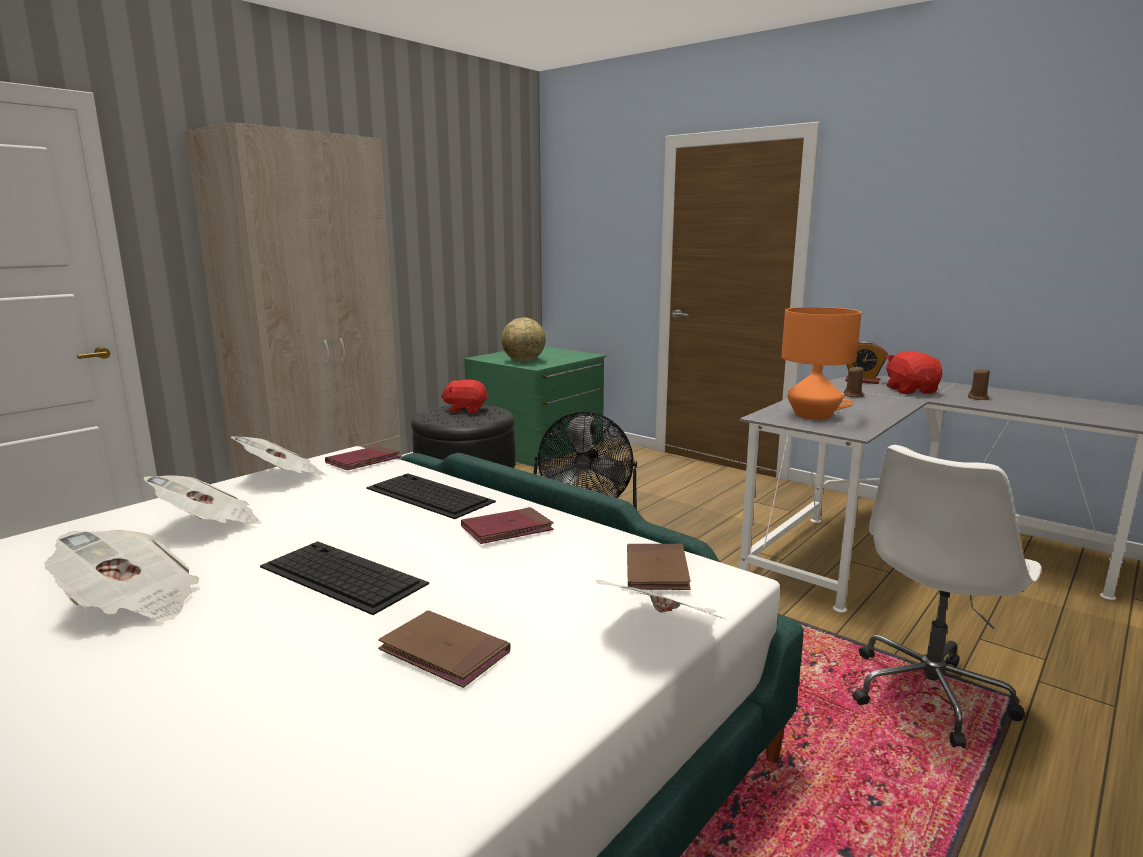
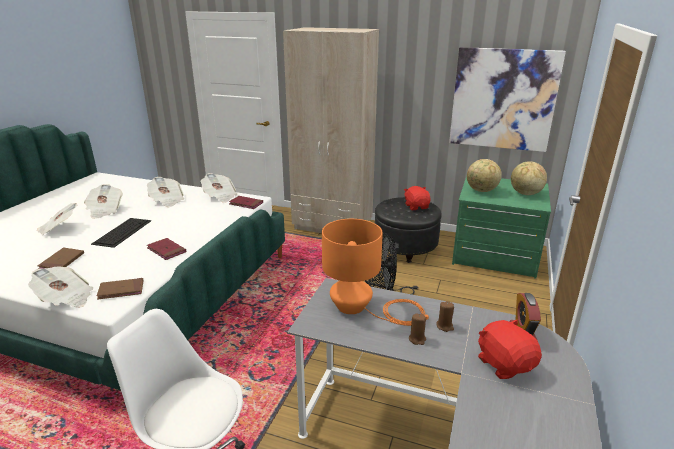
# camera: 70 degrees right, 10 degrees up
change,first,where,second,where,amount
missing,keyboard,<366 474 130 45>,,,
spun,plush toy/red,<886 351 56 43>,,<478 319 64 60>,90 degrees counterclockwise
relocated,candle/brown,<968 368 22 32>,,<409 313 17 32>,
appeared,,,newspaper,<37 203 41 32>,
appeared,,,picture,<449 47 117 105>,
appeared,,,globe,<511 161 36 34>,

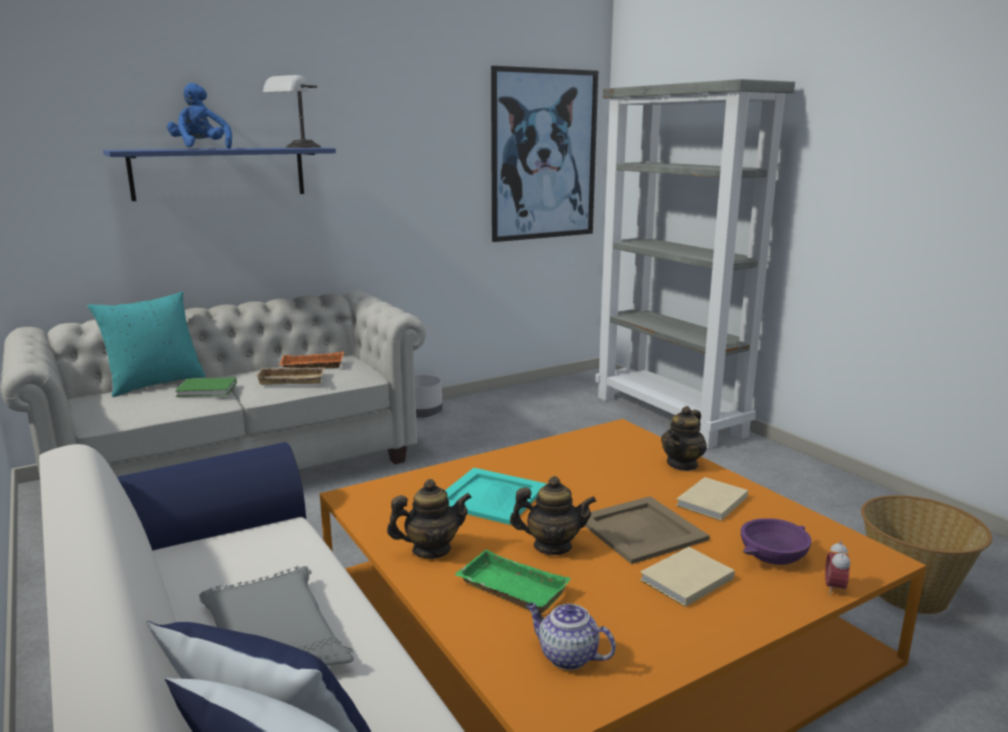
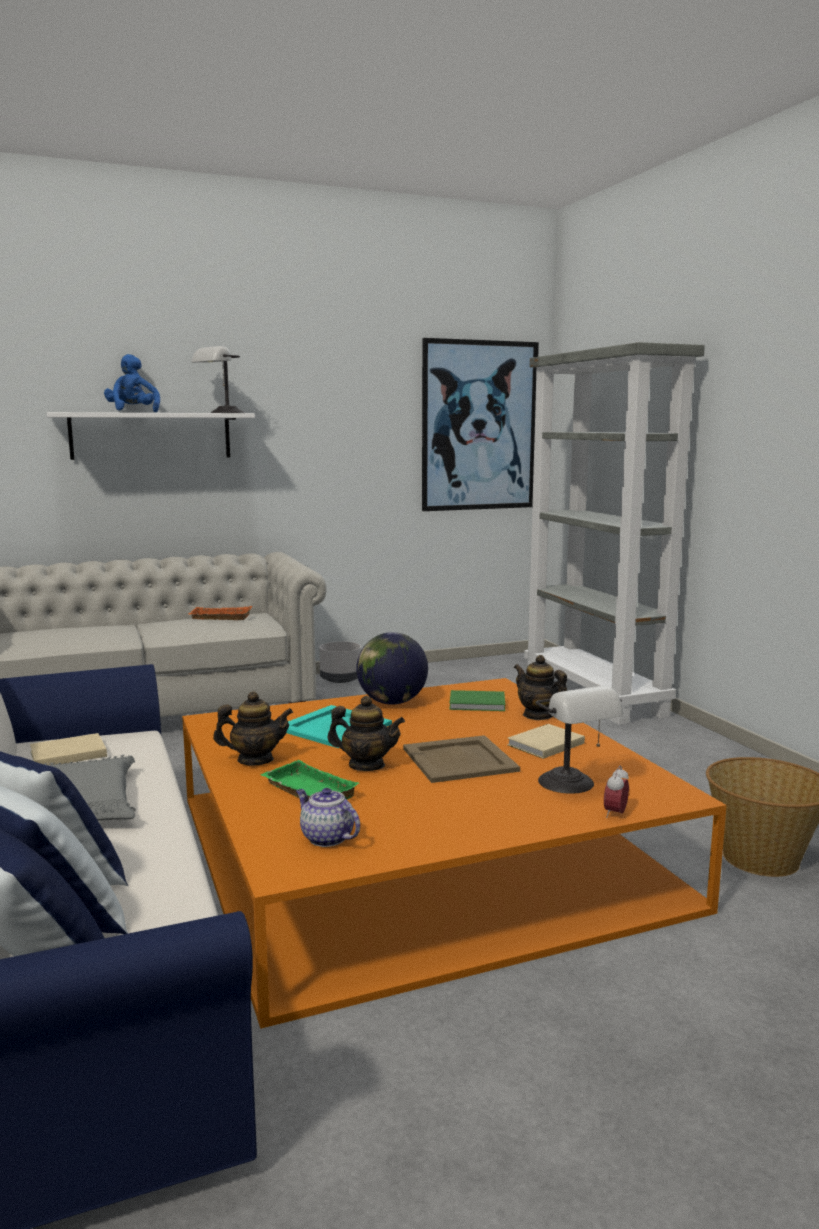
# camera: 10 degrees right, 5 degrees down
change,first,where,second,where,amount
missing,pillow/turquoise,<87 291 119 106>,,,
colour,shelf/blue,<103 147 233 54>,shelf/white,<47 412 208 48>,
relocated,book/green,<175 377 62 20>,,<449 690 56 21>,
missing,tray/beige,<255 367 71 18>,,,
relocated,book/beige,<640 547 95 60>,,<30 733 77 32>,
spun,teapot,<661 406 46 65>,,<514 655 53 65>,90 degrees clockwise
exchanged,bowl/purple,<741 518 70 47>,table lamp,<535 686 88 108>,
appeared,,,globe,<356 632 72 73>,

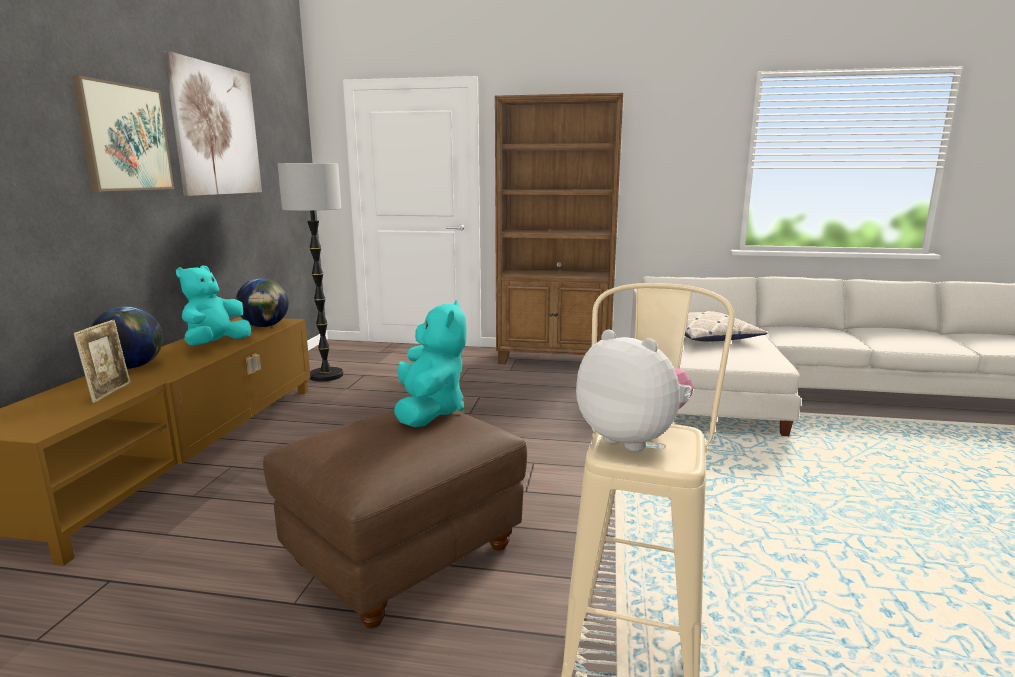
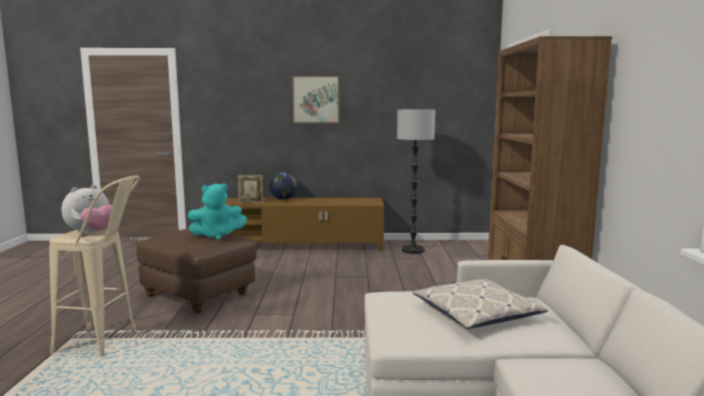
# camera: 80 degrees right, 5 degrees down
change,first,where,second,where,amount
missing,picture,<164 51 98 145>,,,
missing,plush toy/turquoise,<176 265 75 81>,,,
missing,globe,<236 278 53 49>,,,

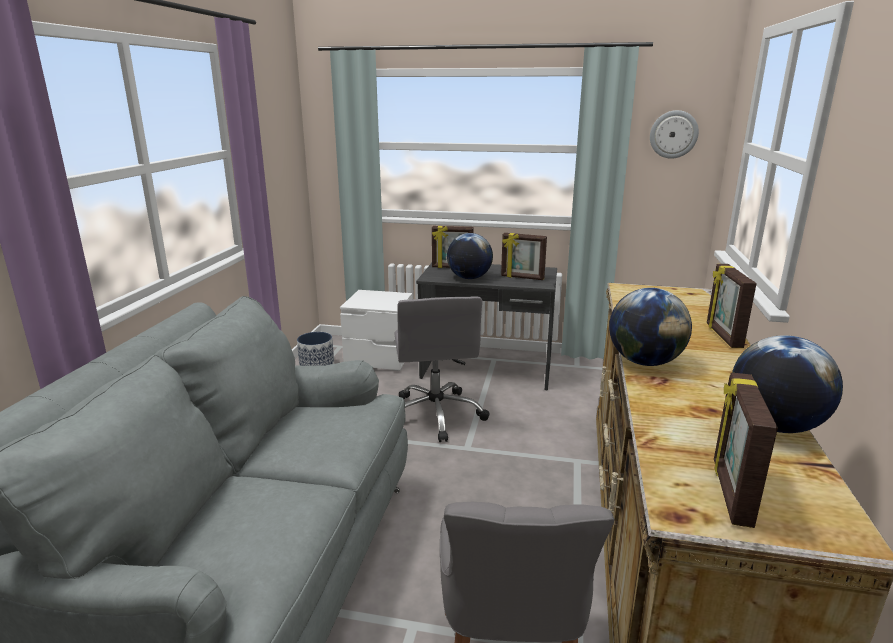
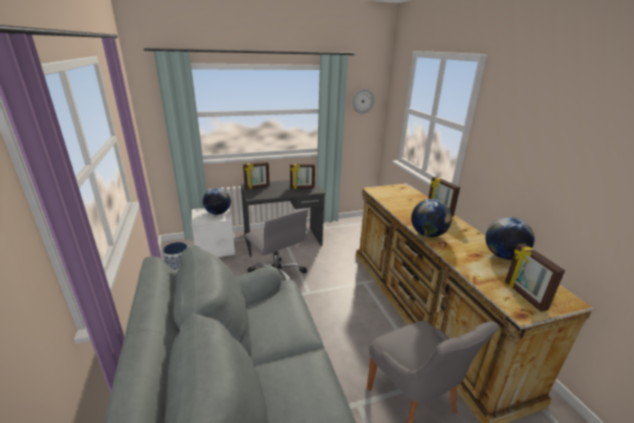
# camera: 30 degrees left, 5 degrees up
change,first,where,second,where,amount
relocated,globe,<447 233 46 46>,,<203 188 28 27>,

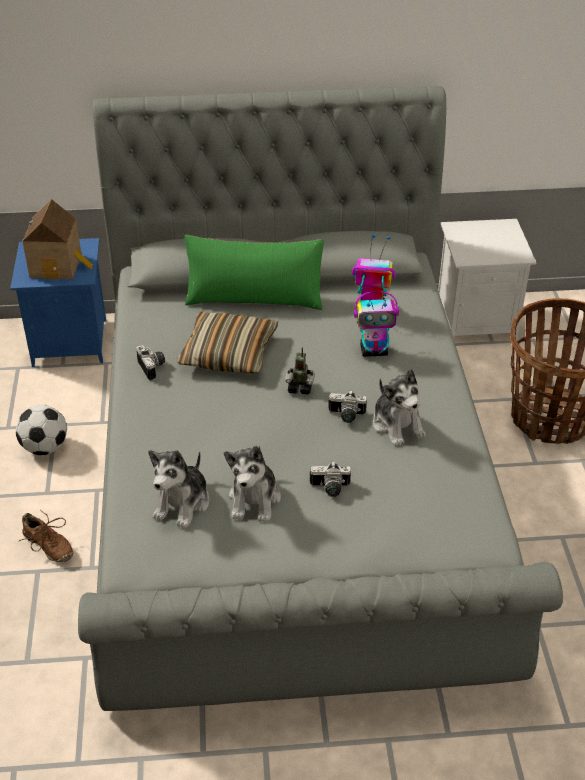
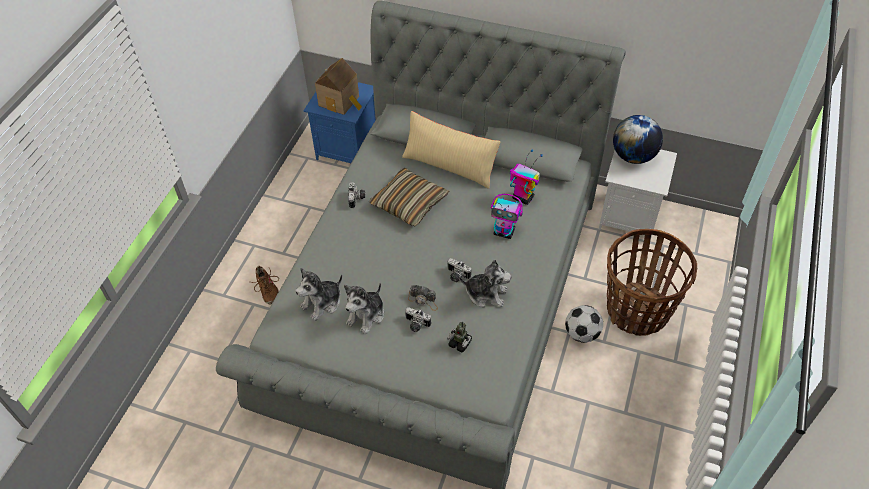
# camera: 25 degrees right, 10 degrees up
change,first,where,second,where,amount
relocated,football,<16 405 51 50>,,<565 305 38 38>,
colour,pillow/green,<185 235 139 75>,pillow/beige,<402 111 99 78>,
relocated,toy robot,<285 347 30 47>,,<447 321 25 32>,
spun,plush toy,<373 369 53 77>,,<459 260 52 48>,75 degrees counterclockwise
appeared,,,photo camera,<408 285 30 26>,
appeared,,,globe,<613 115 50 49>,

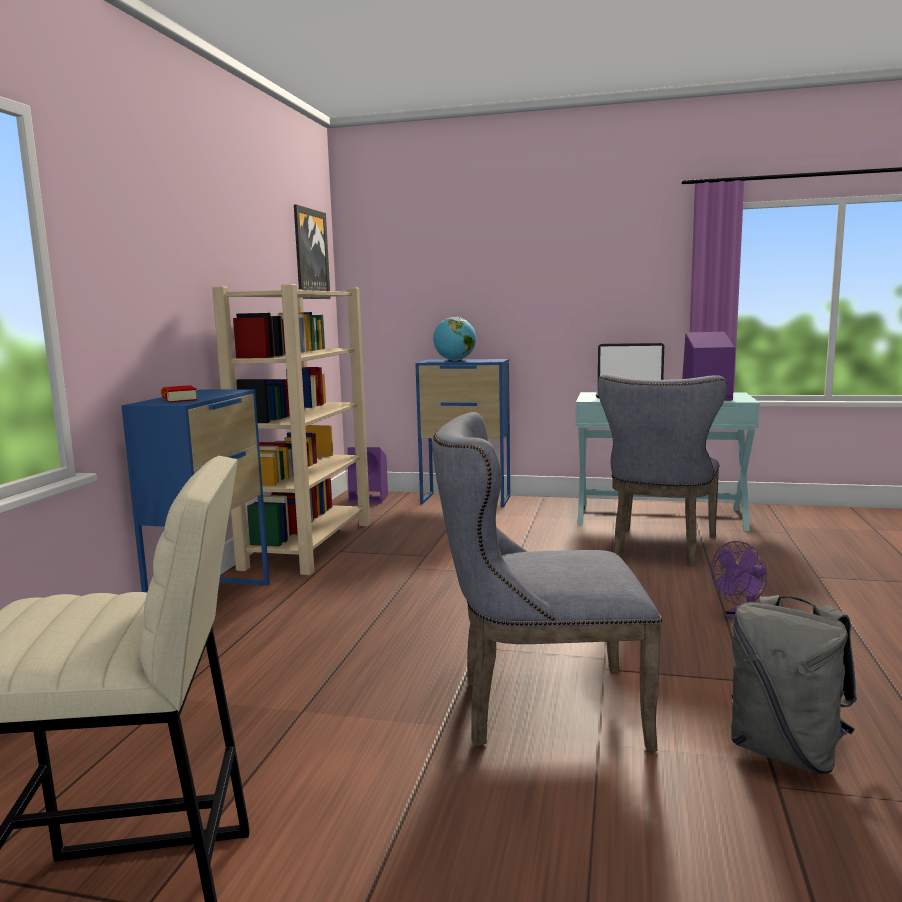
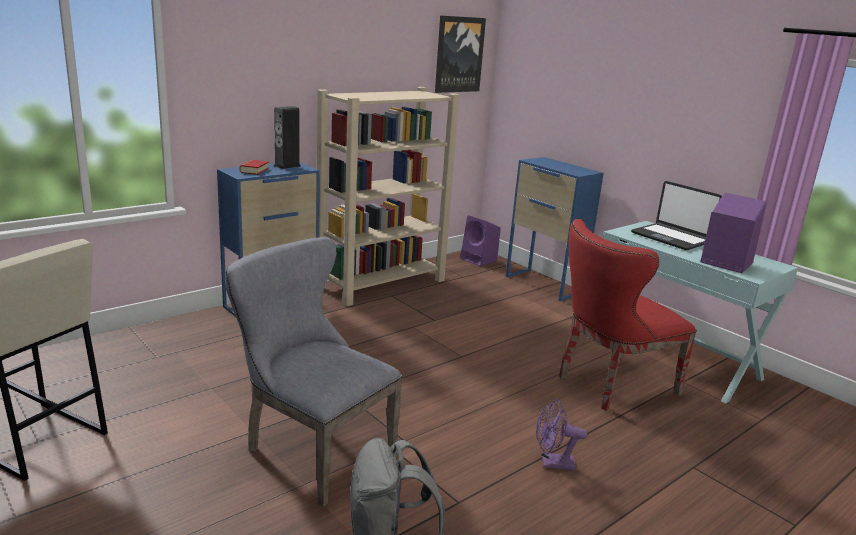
# camera: 35 degrees right, 10 degrees up
change,first,where,second,where,amount
missing,globe,<433 317 43 44>,,,
colour,chair/grey,<597 374 130 193>,chair/red,<560 219 137 192>,
appeared,,,speaker,<274 106 27 63>,

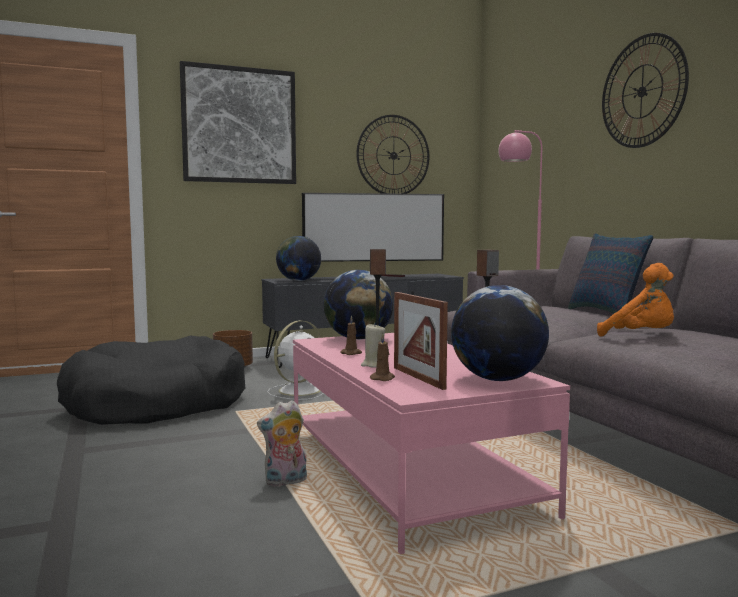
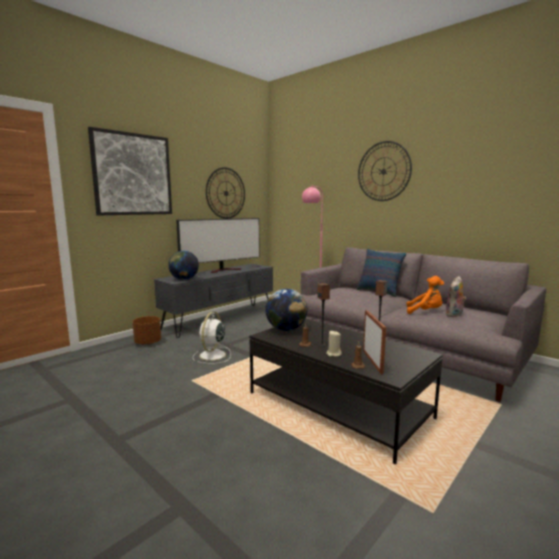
# camera: 25 degrees left, 5 degrees up
change,first,where,second,where,amount
missing,dog bed/black,<57 335 188 90>,,,
relocated,plush toy,<257 400 50 87>,,<445 276 21 41>,
colour,coffee table/pink,<293 333 277 221>,coffee table/black,<249 319 194 145>,
spun,picture frame,<394 292 54 98>,,<363 310 23 64>,135 degrees counterclockwise
missing,globe,<451 285 98 96>,,,

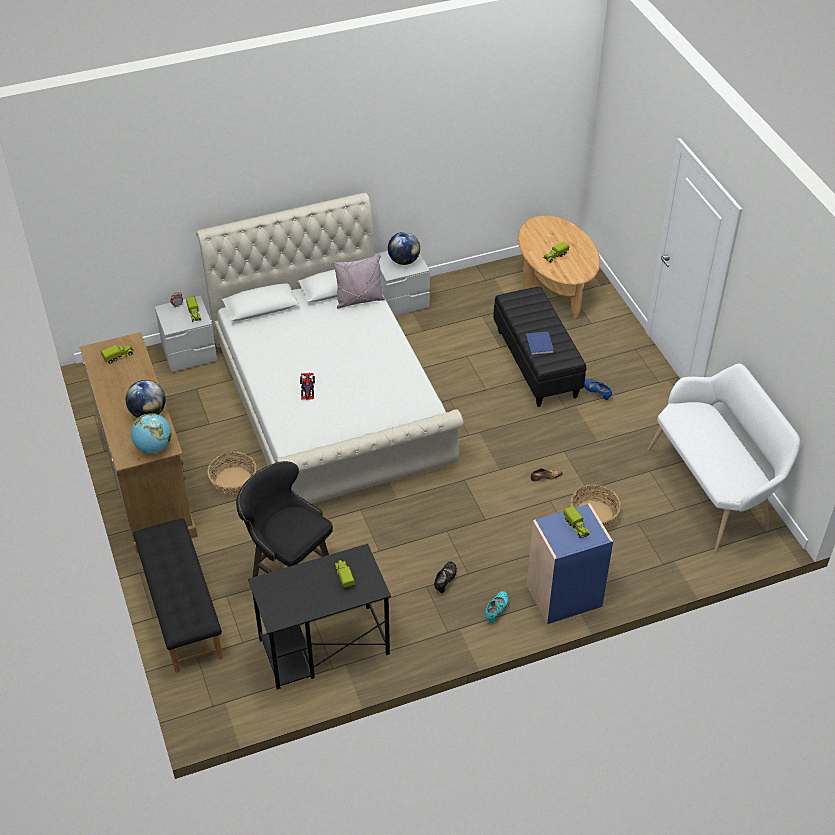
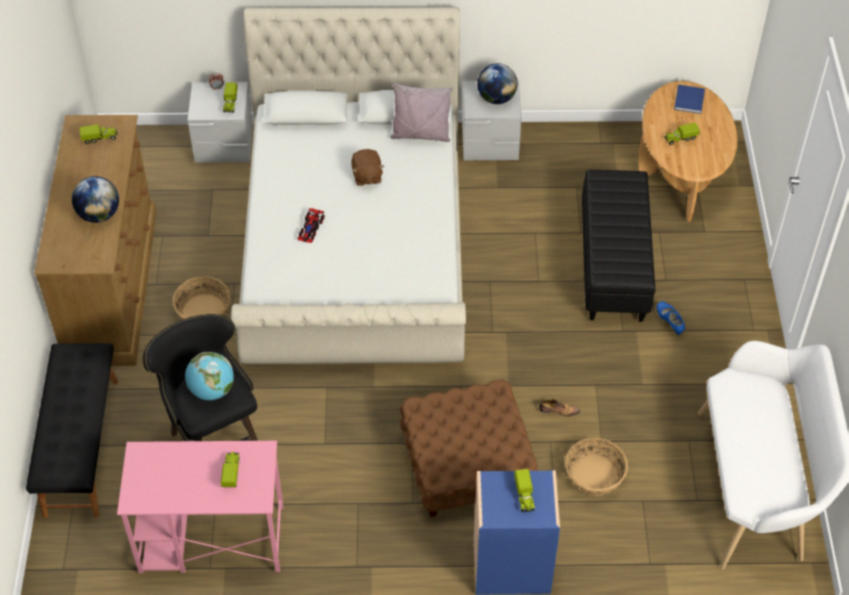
# camera: 20 degrees right, 5 degrees up
change,first,where,second,where,amount
relocated,globe,<131 413 41 40>,,<185 352 49 48>,
colour,desk/black,<248 544 143 146>,desk/pink,<117 441 167 132>,
missing,shoe/black,<434 561 22 32>,,,
missing,shoe/turquoise,<485 591 24 32>,,,
relocated,book/blue,<526 332 28 23>,,<674 85 31 29>,
appeared,,,plush toy/brown,<351 149 33 37>,
appeared,,,ottoman/brown,<400 380 138 137>,

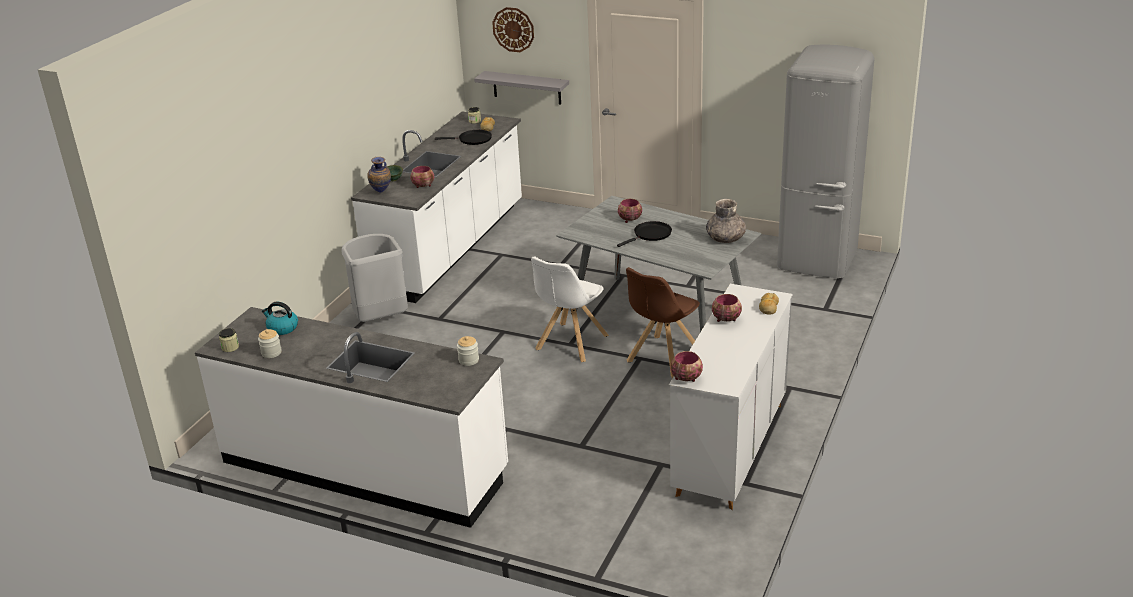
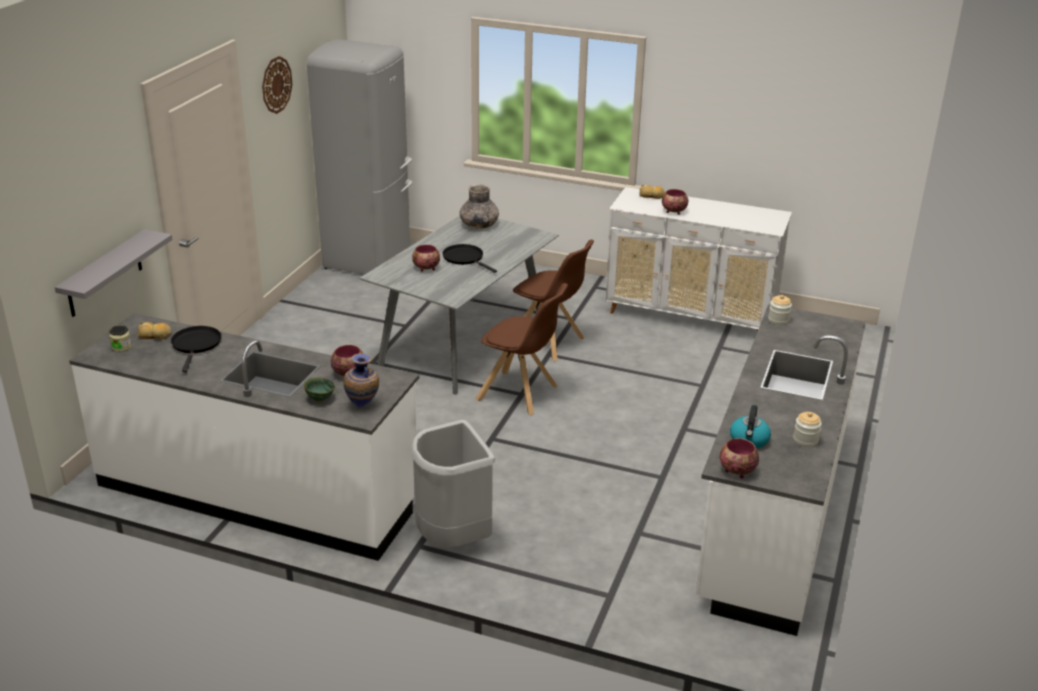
# camera: 95 degrees left, 0 degrees up
change,first,where,second,where,amount
missing,jar,<219 328 20 24>,,,
relocated,wall clock,<492 7 42 45>,,<262 56 30 58>,
colour,chair/white,<531 256 78 106>,chair/brown,<476 283 92 132>,
relocated,bowl,<670 351 33 31>,,<720 438 39 40>,

